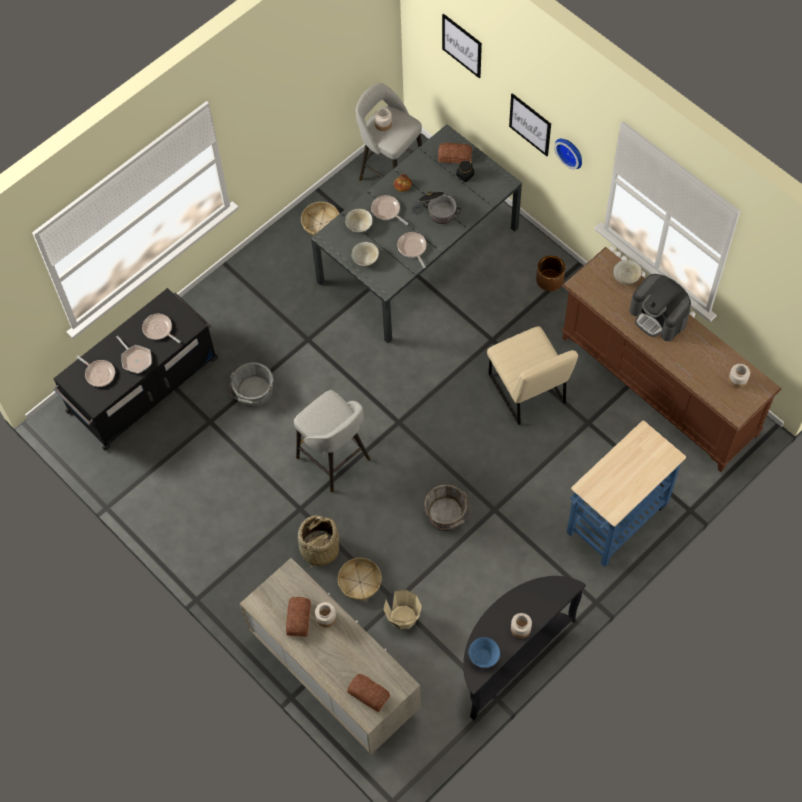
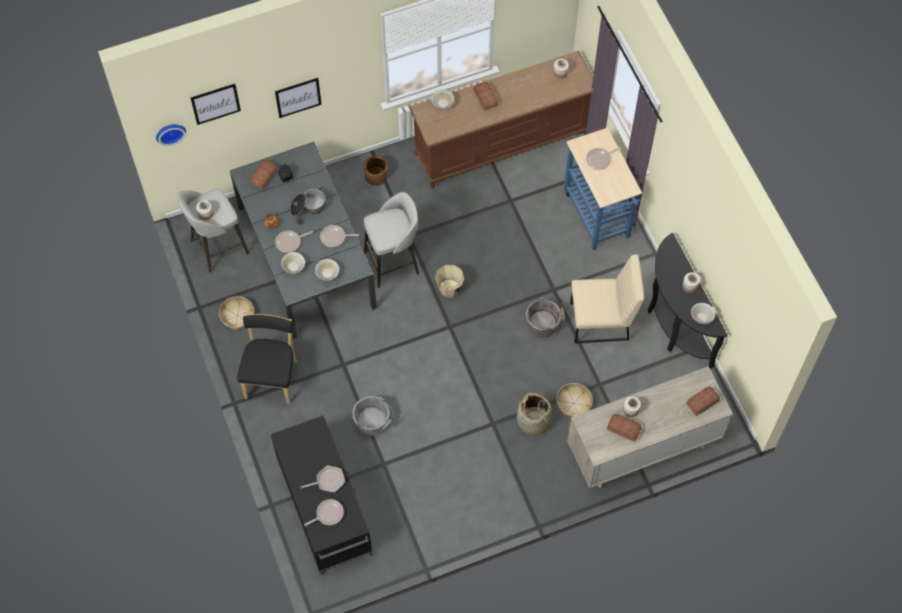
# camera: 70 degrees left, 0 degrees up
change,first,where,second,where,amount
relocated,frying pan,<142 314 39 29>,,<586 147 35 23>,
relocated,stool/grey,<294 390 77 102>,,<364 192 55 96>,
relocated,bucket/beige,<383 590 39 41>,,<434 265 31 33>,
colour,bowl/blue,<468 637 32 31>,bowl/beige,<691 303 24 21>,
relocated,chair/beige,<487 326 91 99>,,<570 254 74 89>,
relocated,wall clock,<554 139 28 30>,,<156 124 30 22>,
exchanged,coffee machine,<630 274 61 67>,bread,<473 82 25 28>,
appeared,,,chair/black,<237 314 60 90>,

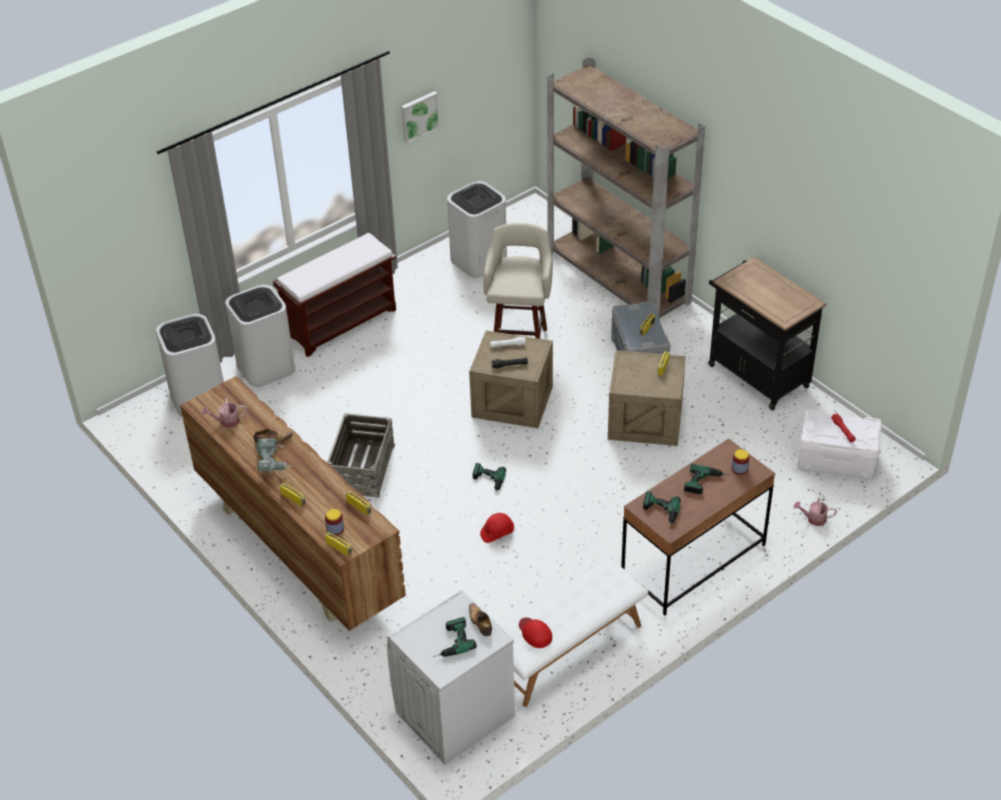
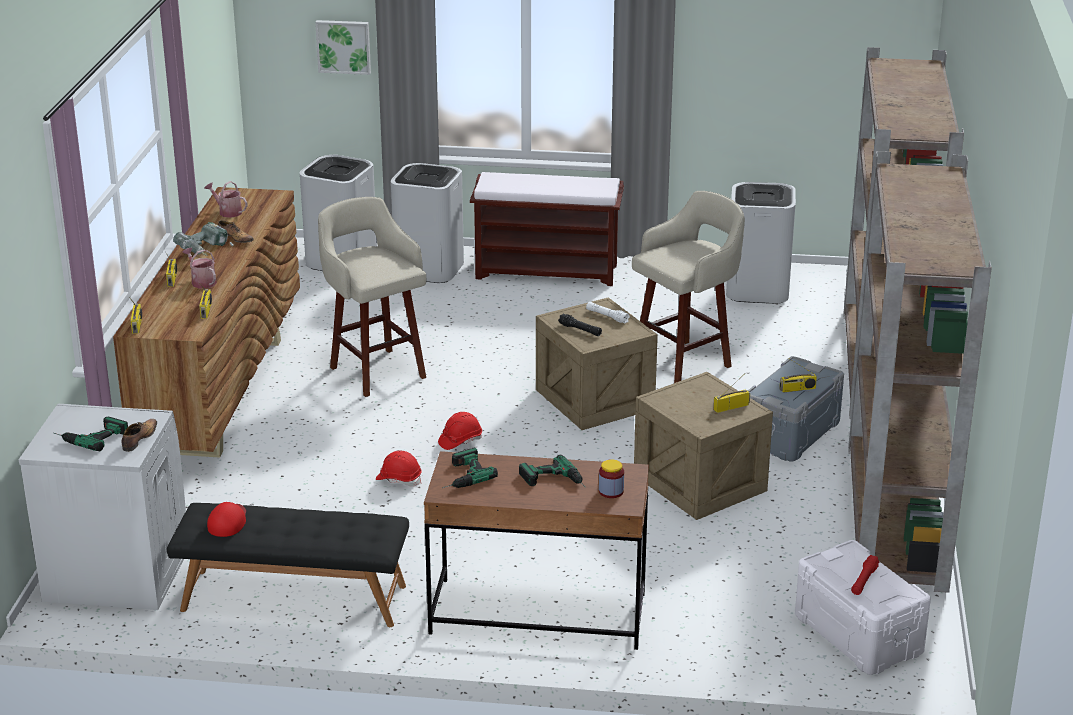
# camera: 45 degrees right, 15 degrees down
change,first,where,second,where,amount
missing,jar,<325 509 19 26>,,,
exchanged,crate,<327 413 68 85>,stool/beige,<318 197 108 200>,
relocated,picture,<401 91 39 53>,,<315 20 56 55>,
exchanged,power drill,<473 463 33 31>,hard hat/red,<438 412 44 38>,
colour,bench/white,<502 557 146 150>,bench/black,<167 503 242 124>,
exchanged,cart/black,<708 257 118 154>,bookcase/brown,<848 151 144 442>,
relocated,watering can,<794 498 43 28>,,<182 248 35 41>,

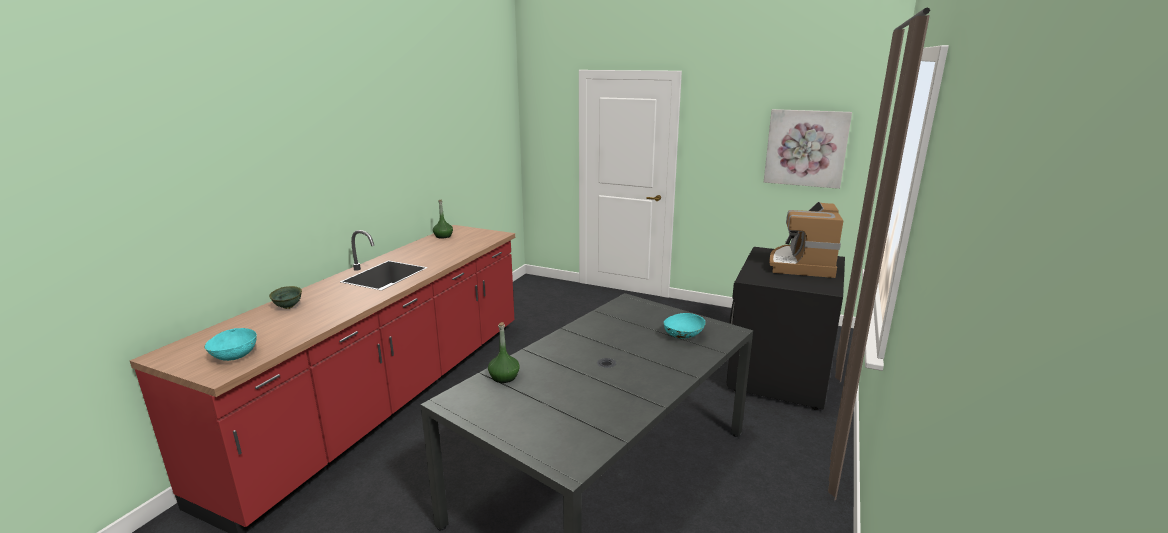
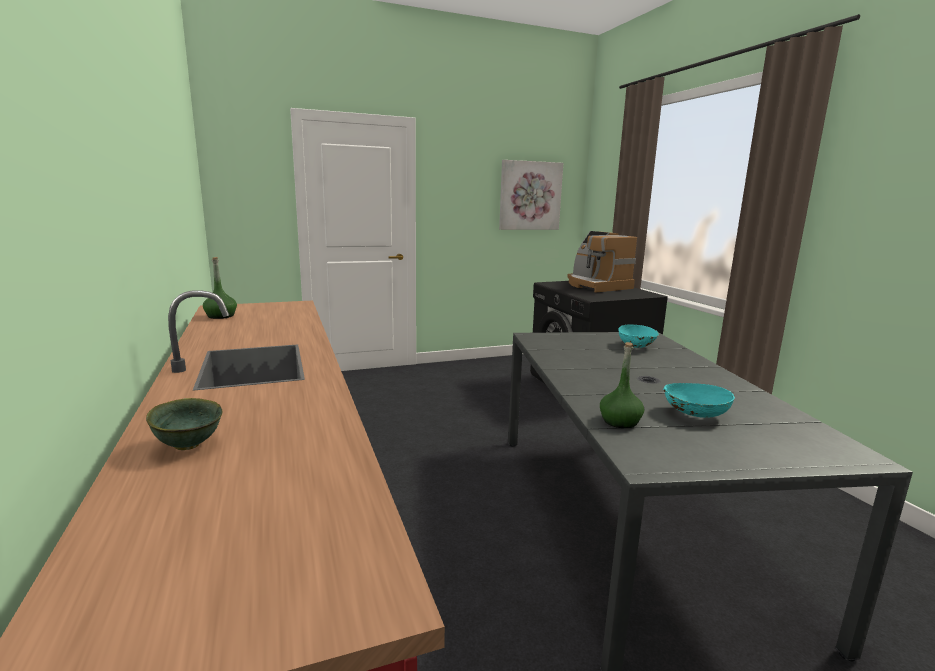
# camera: 45 degrees left, 5 degrees down
change,first,where,second,where,amount
relocated,bowl/turquoise,<204 328 53 33>,,<663 383 72 35>,

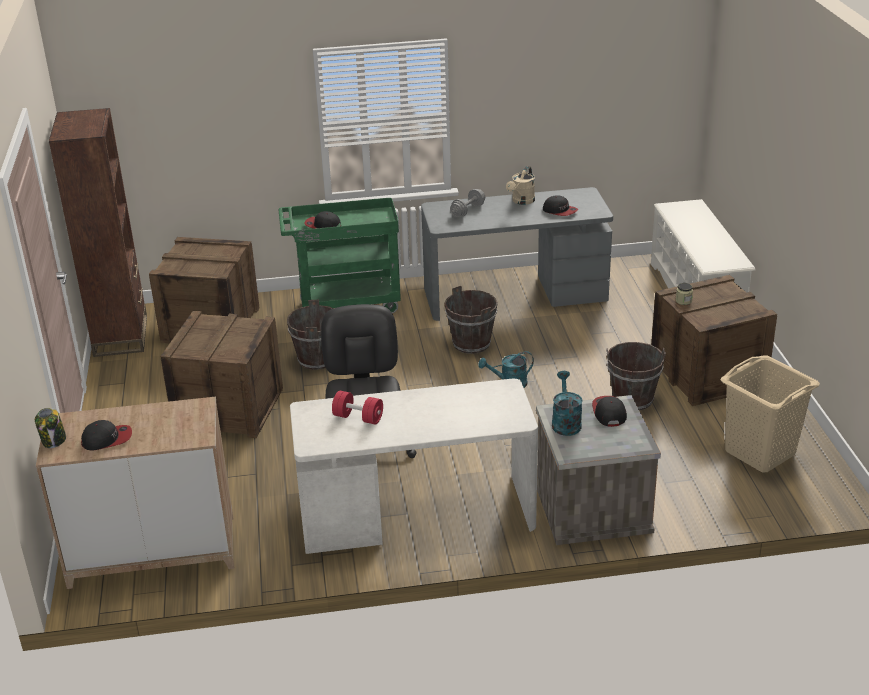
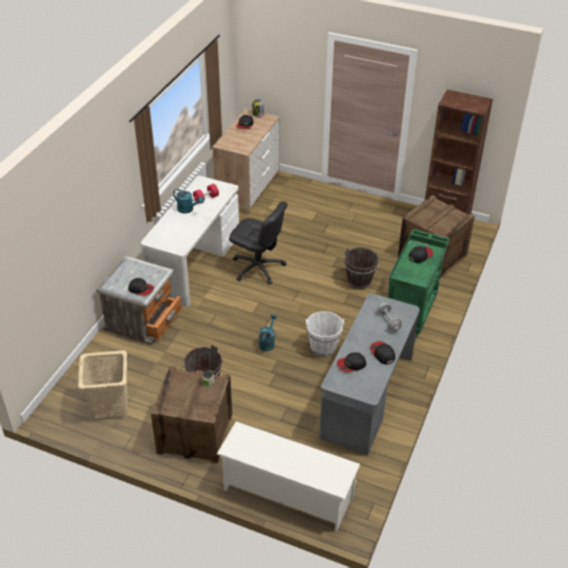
# camera: 120 degrees right, 10 degrees up
change,first,where,second,where,amount
missing,crate,<161 311 122 127>,,,
colour,bucket/brown,<444 286 54 68>,bucket/white,<306 311 38 46>,
exchanged,watering can/beige,<506 166 29 39>,cap,<370 341 25 23>,
relocated,watering can/turquoise,<552 371 31 65>,,<173 189 31 25>,

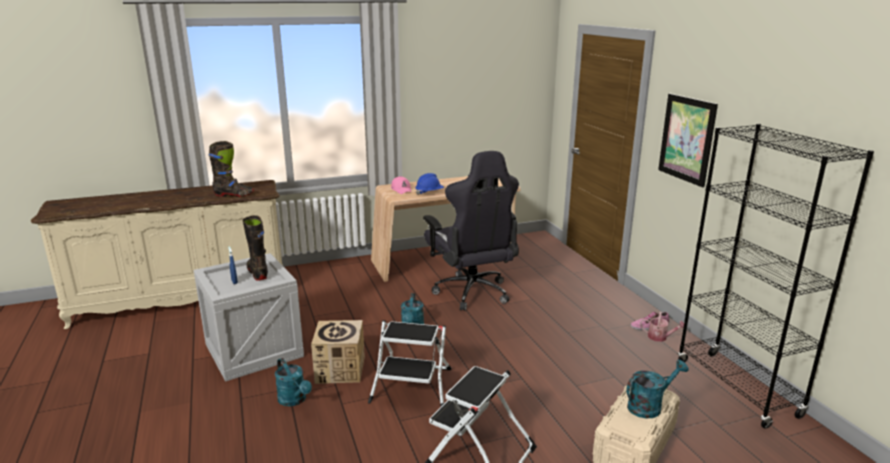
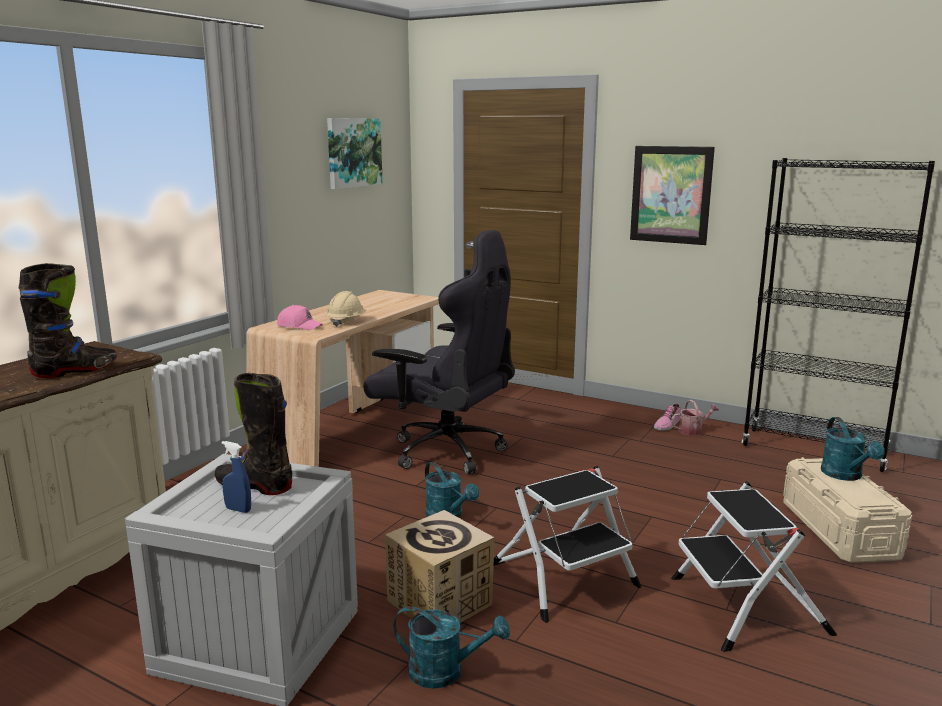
# camera: 40 degrees left, 5 degrees down
change,first,where,second,where,amount
colour,hard hat/blue,<415 173 29 22>,hard hat/beige,<327 291 40 36>,
spun,watering can/turquoise,<626 360 62 58>,,<821 417 64 64>,150 degrees clockwise
appeared,,,picture,<327 118 56 71>,

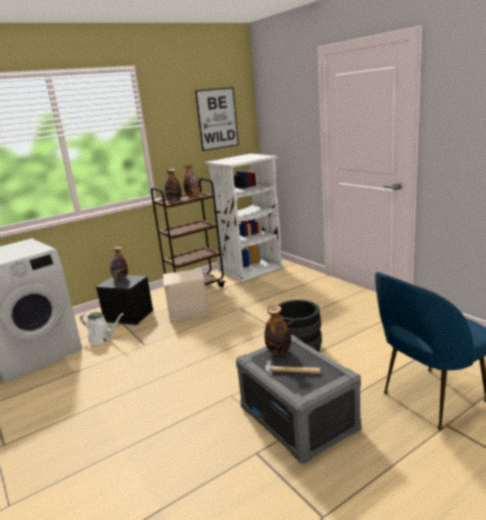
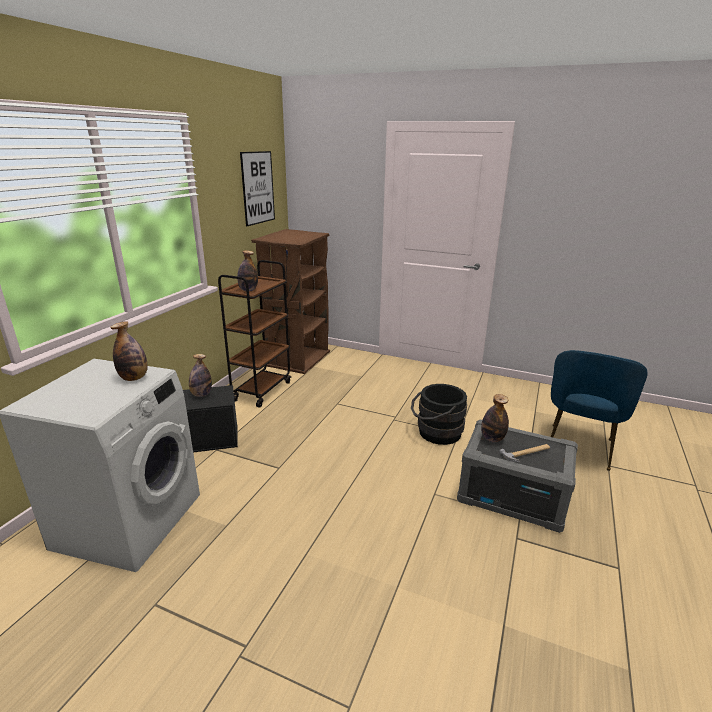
# camera: 35 degrees left, 5 degrees up
change,first,where,second,where,amount
missing,watering can/white,<80 312 44 33>,,,
missing,storage box/beige,<163 268 46 54>,,,
relocated,bottle,<184 165 16 32>,,<110 321 38 60>,
colour,bookcase/white,<205 154 79 128>,bookcase/brown,<251 229 79 145>,

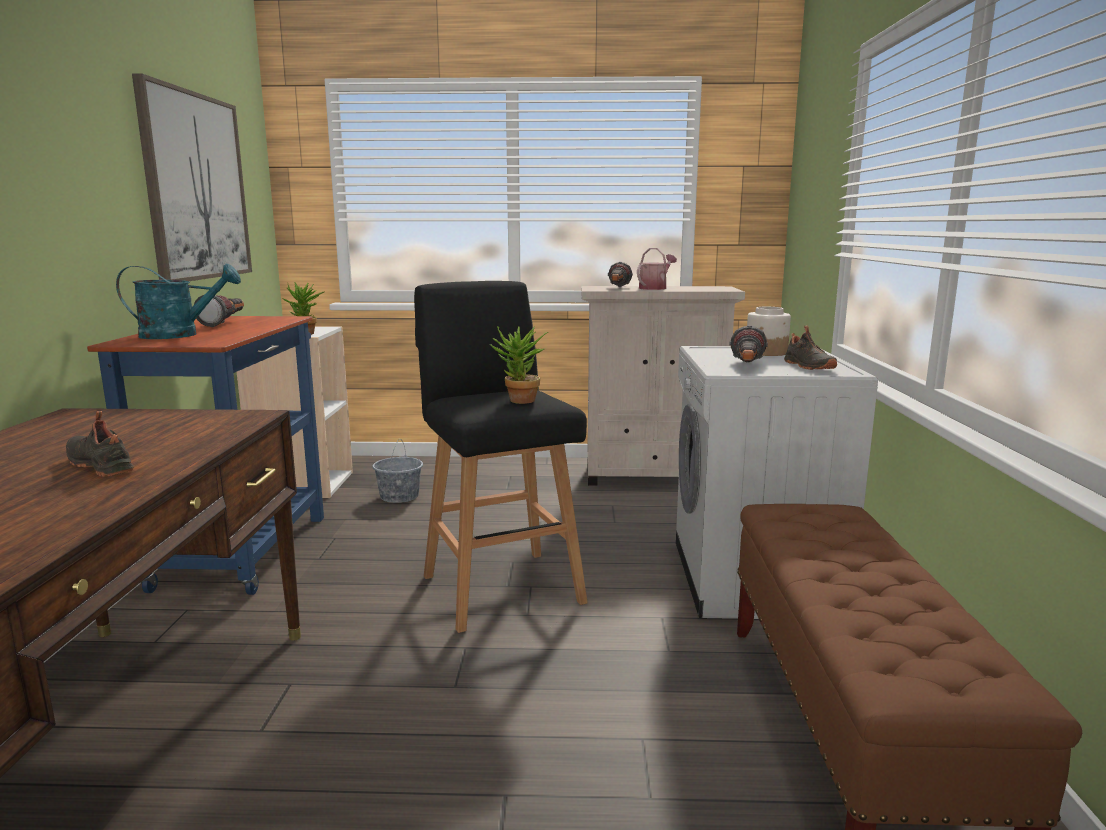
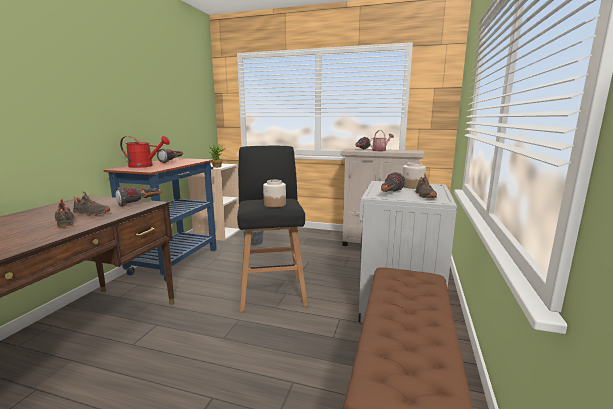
# camera: 15 degrees right, 0 degrees up
change,first,where,second,where,amount
colour,watering can/turquoise,<116 264 125 75>,watering can/red,<120 136 50 32>,
missing,picture,<132 73 120 208>,,,
exchanged,potted plant,<489 326 59 78>,jar,<263 180 23 27>,
appeared,,,shoe/black,<73 191 37 25>,
appeared,,,flashlight,<116 187 45 20>,

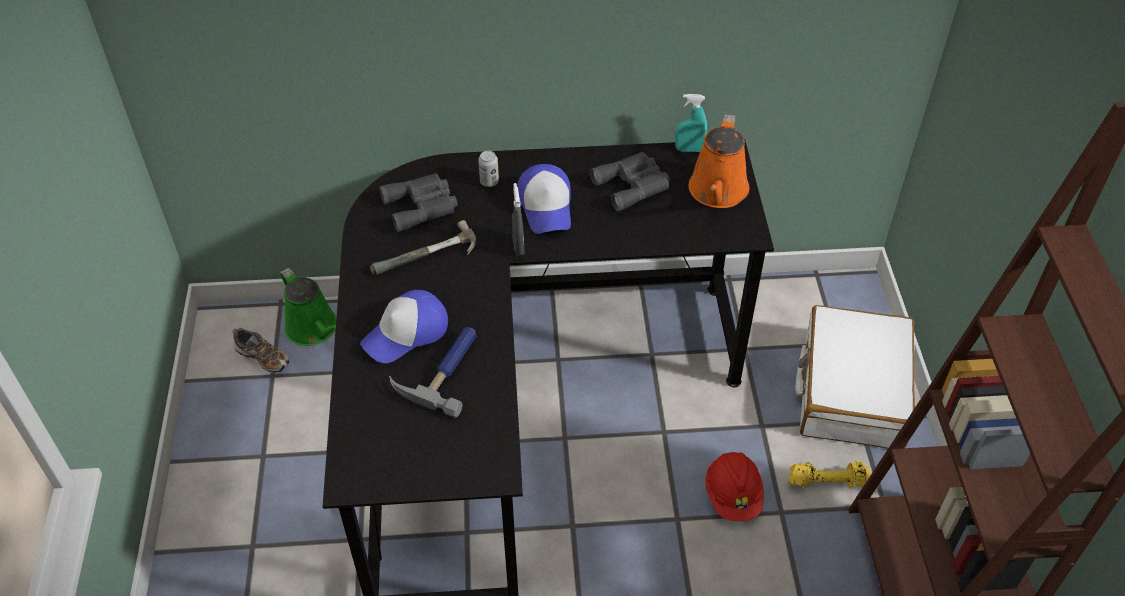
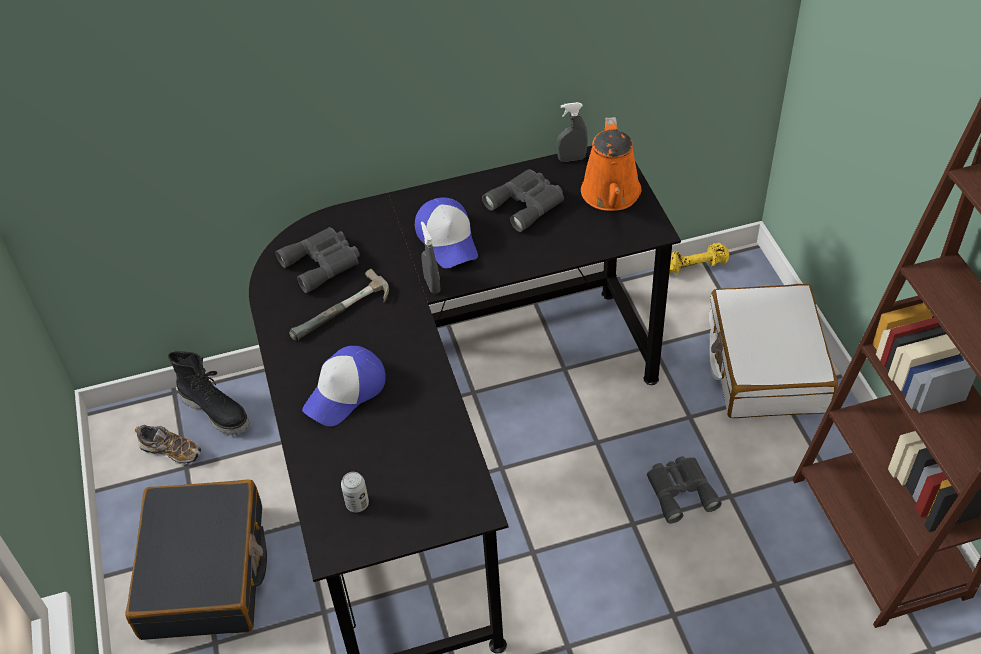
# camera: 10 degrees left, 0 degrees up
change,first,where,second,where,amount
exchanged,watering can/green,<280 268 56 78>,boot/black,<168 351 82 84>,
missing,hammer,<389 327 87 91>,,,
relocated,can,<478 151 21 36>,,<341 472 28 41>,
colour,spray bottle/turquoise,<675 94 32 58>,spray bottle/grey,<557 102 31 60>,
exchanged,hard hat/red,<705 452 59 69>,binoculars/grey,<647 456 75 67>,
relocated,dumbbell/yellow,<788 461 83 28>,,<669 243 60 30>,
appeared,,,suitcase/black,<125 479 142 161>,

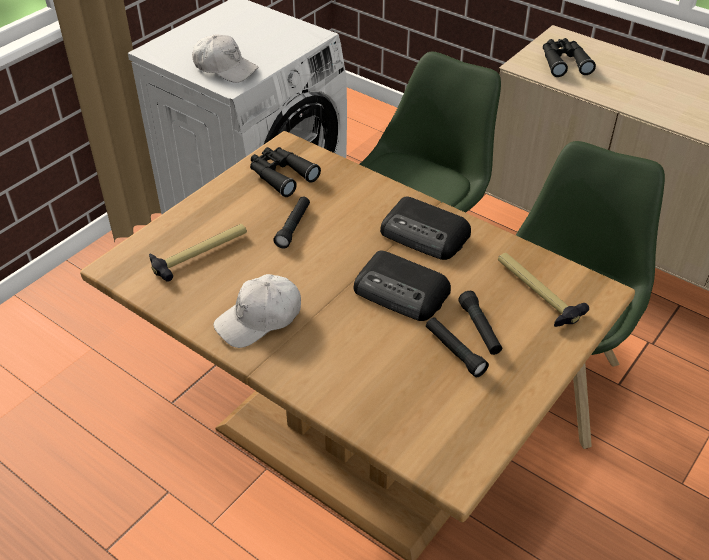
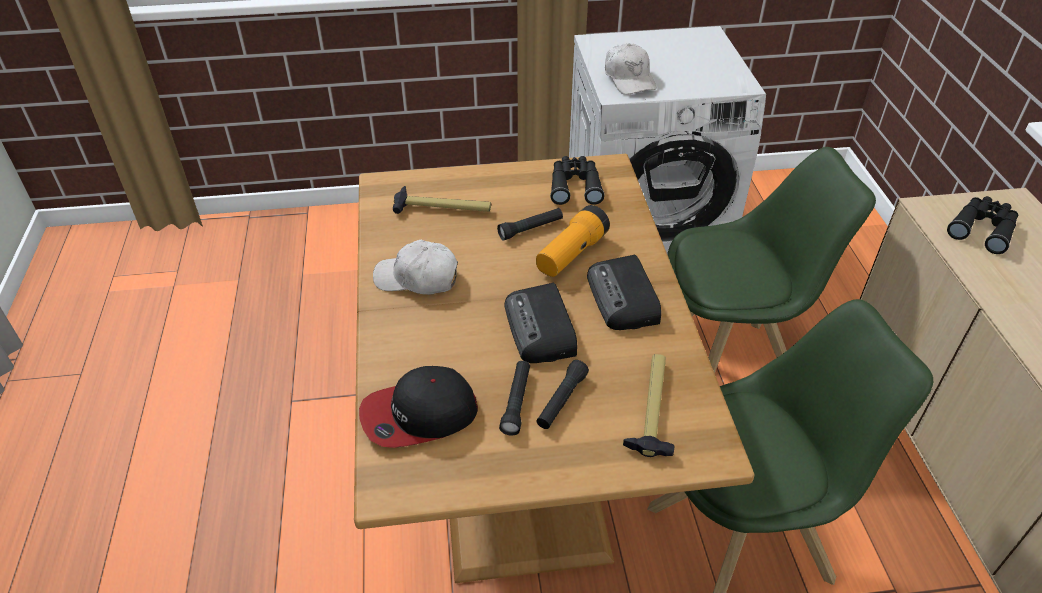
# camera: 45 degrees right, 0 degrees up
change,first,where,second,where,amount
appeared,,,cap,<359 366 119 82>,
appeared,,,flashlight,<536 205 74 72>,

